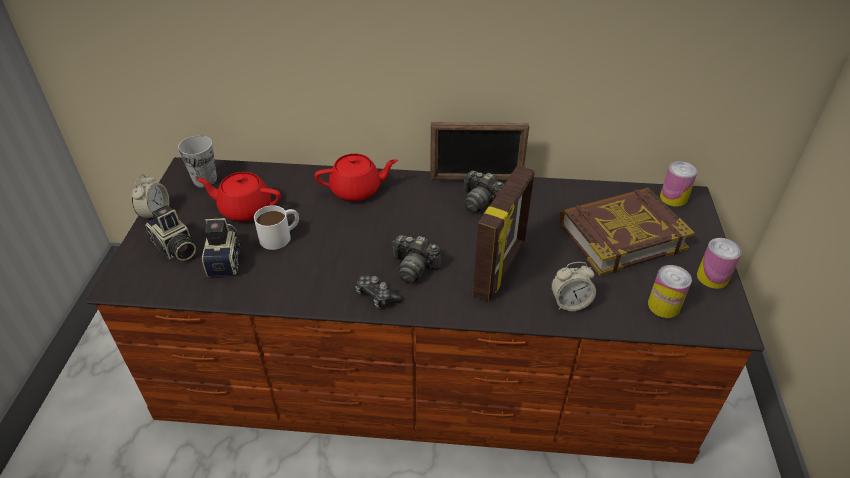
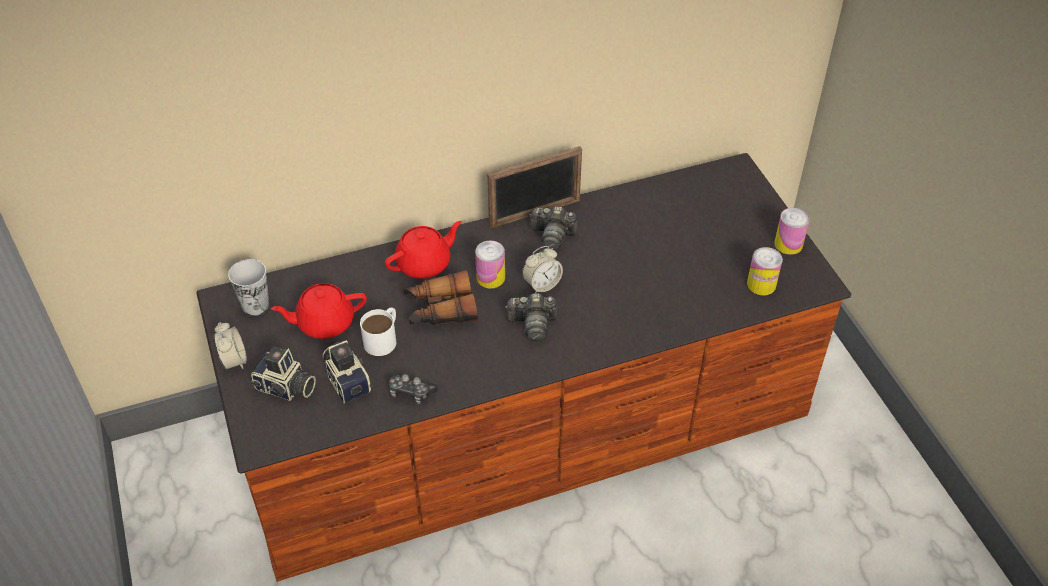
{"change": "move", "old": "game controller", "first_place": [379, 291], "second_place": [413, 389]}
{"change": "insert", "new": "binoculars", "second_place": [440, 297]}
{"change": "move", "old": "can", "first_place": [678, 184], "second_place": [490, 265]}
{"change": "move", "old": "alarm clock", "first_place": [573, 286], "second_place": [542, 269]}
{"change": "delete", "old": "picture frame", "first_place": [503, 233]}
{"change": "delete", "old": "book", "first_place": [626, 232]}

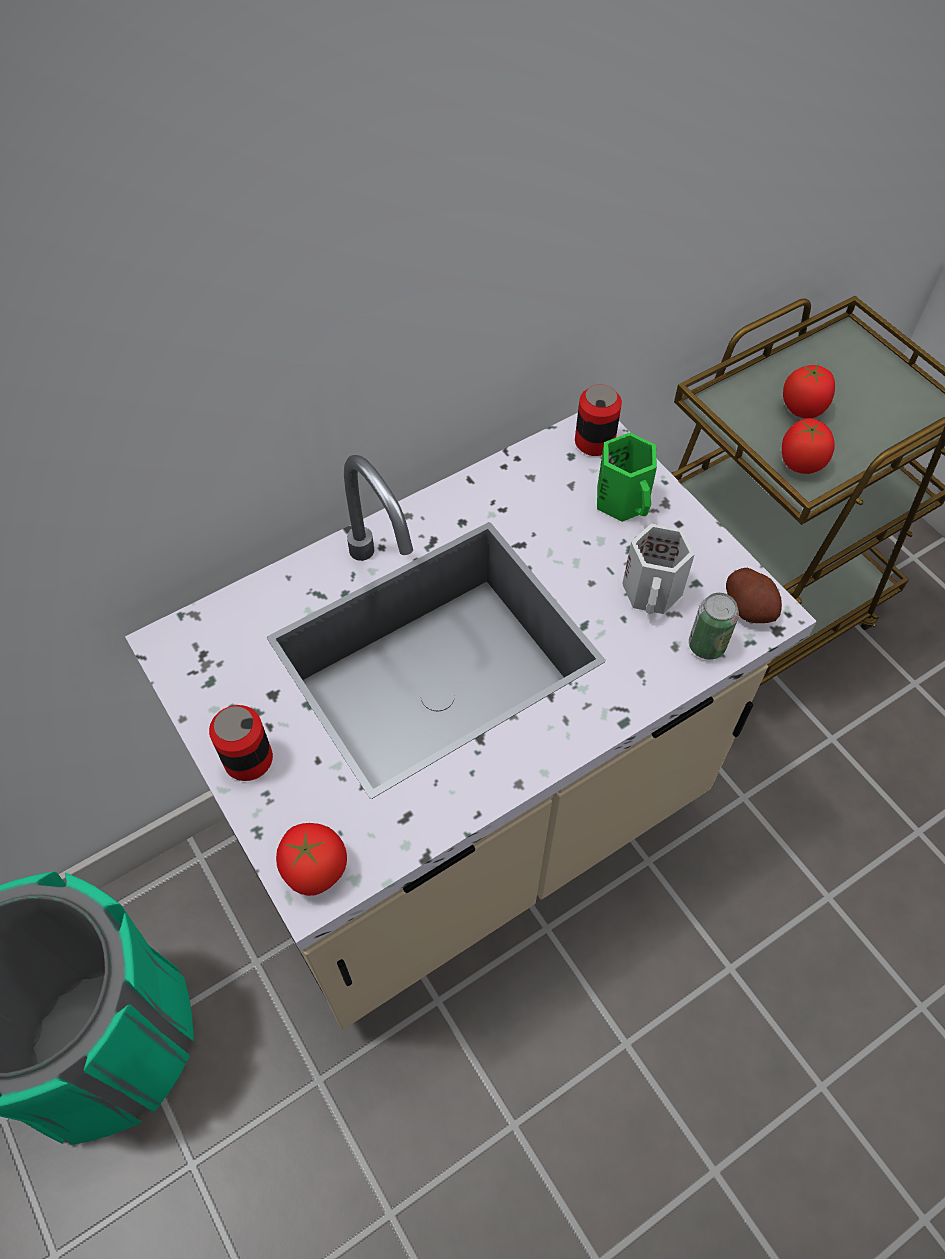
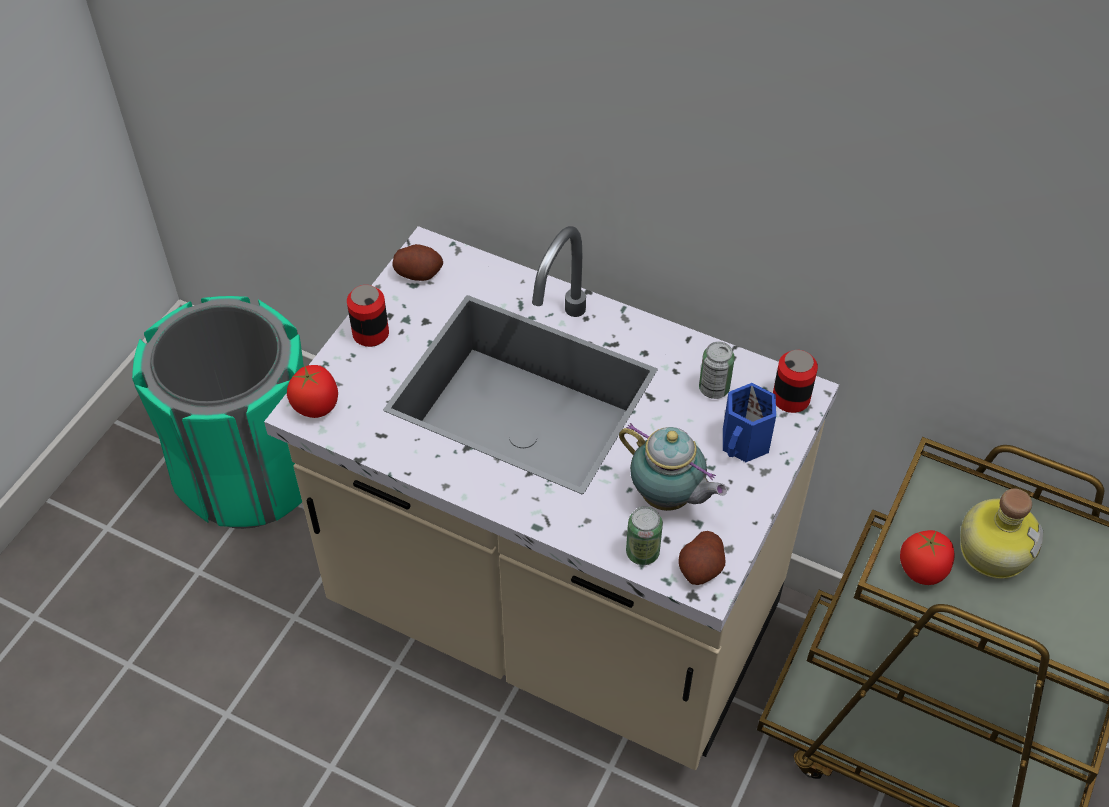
{"change": "insert", "new": "potato", "second_place": [418, 262]}
{"change": "replace", "old": "white mug", "new": "teapot", "first_place": [658, 569], "second_place": [673, 467]}
{"change": "insert", "new": "can", "second_place": [717, 370]}
{"change": "recolor", "old": "green mug", "new": "blue mug", "first_place": [627, 477], "second_place": [749, 422]}
{"change": "replace", "old": "tomato", "new": "bottle", "first_place": [809, 391], "second_place": [1001, 534]}

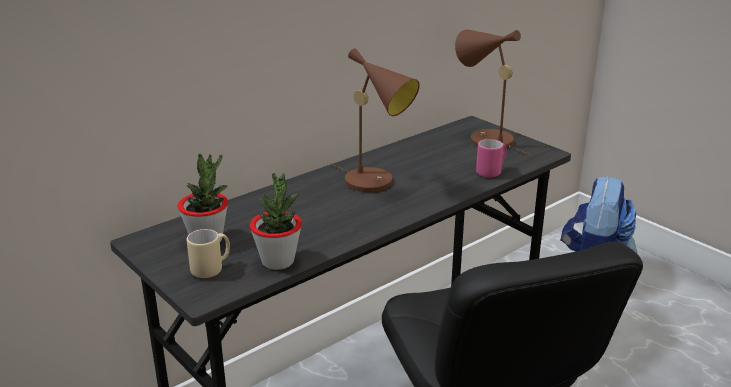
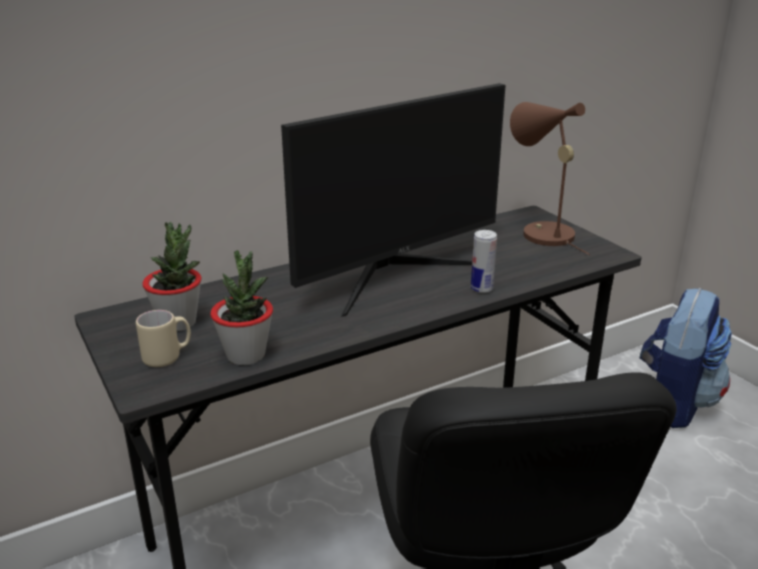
{"change": "replace", "old": "brown table lamp", "new": "monitor", "first_place": [375, 120], "second_place": [393, 200]}
{"change": "insert", "new": "can", "second_place": [484, 261]}
{"change": "delete", "old": "pink mug", "first_place": [491, 158]}

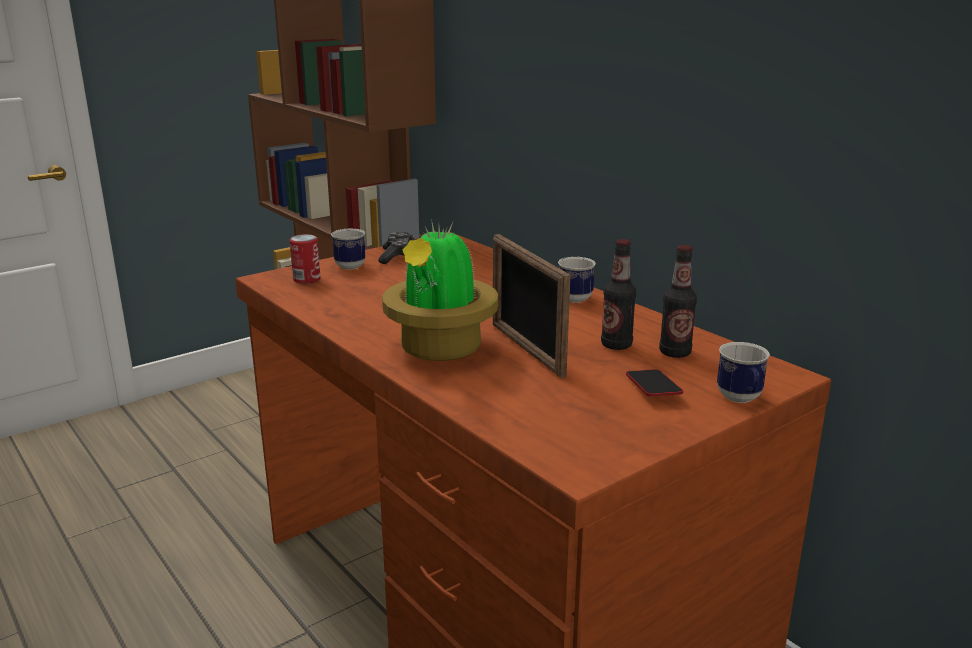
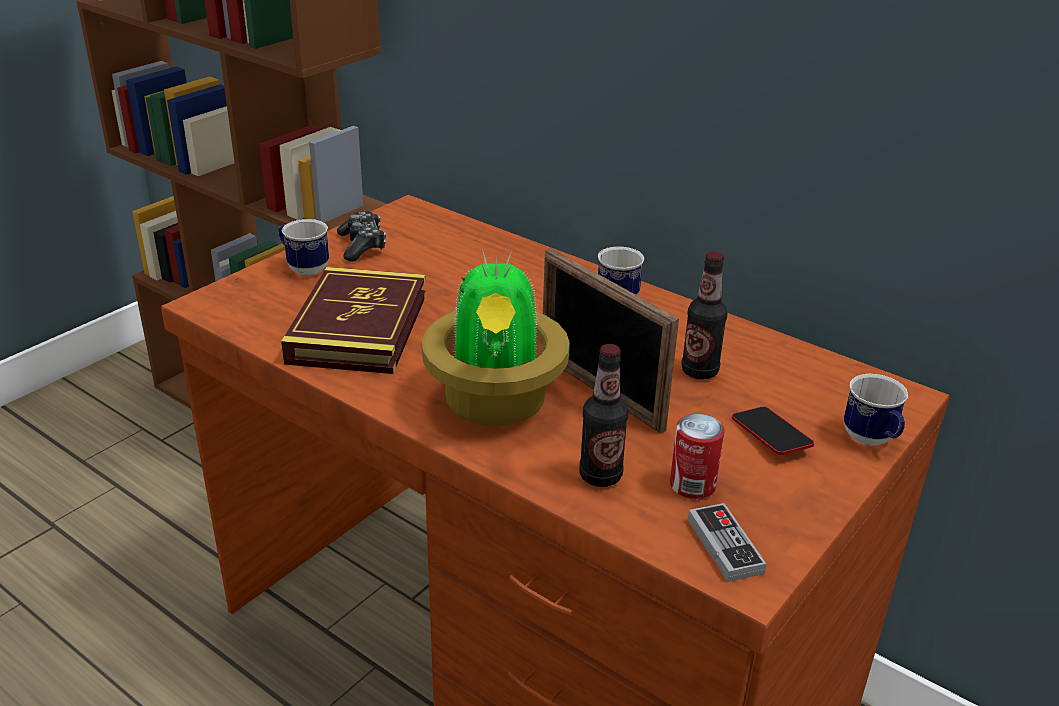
{"change": "insert", "new": "book", "second_place": [353, 320]}
{"change": "move", "old": "bottle", "first_place": [678, 301], "second_place": [603, 415]}
{"change": "move", "old": "can", "first_place": [304, 259], "second_place": [697, 456]}
{"change": "insert", "new": "game controller", "second_place": [727, 542]}

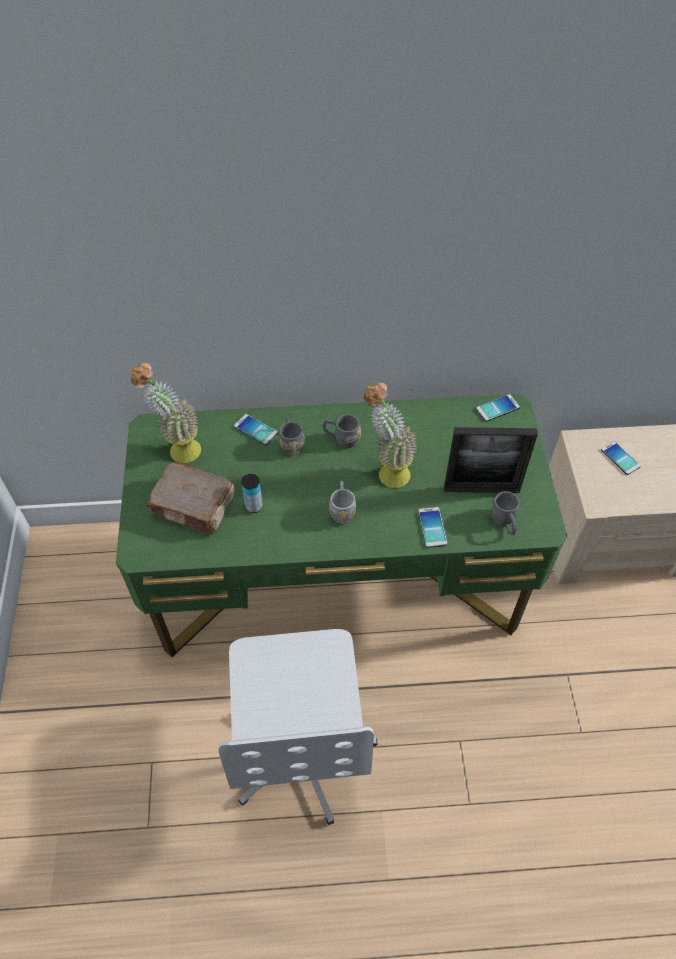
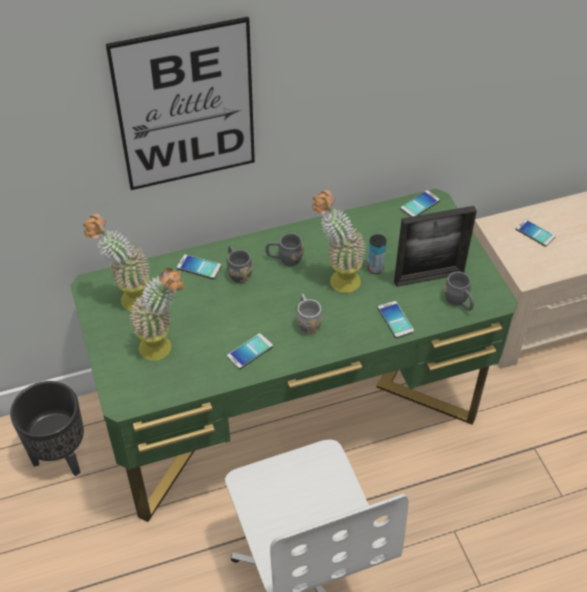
{"change": "insert", "new": "black planter", "second_place": [47, 428]}
{"change": "insert", "new": "picture", "second_place": [180, 103]}
{"change": "replace", "old": "brown book", "new": "potted plant", "first_place": [190, 498], "second_place": [157, 314]}
{"change": "insert", "new": "phone", "second_place": [250, 351]}
{"change": "move", "old": "can", "first_place": [252, 493], "second_place": [376, 254]}

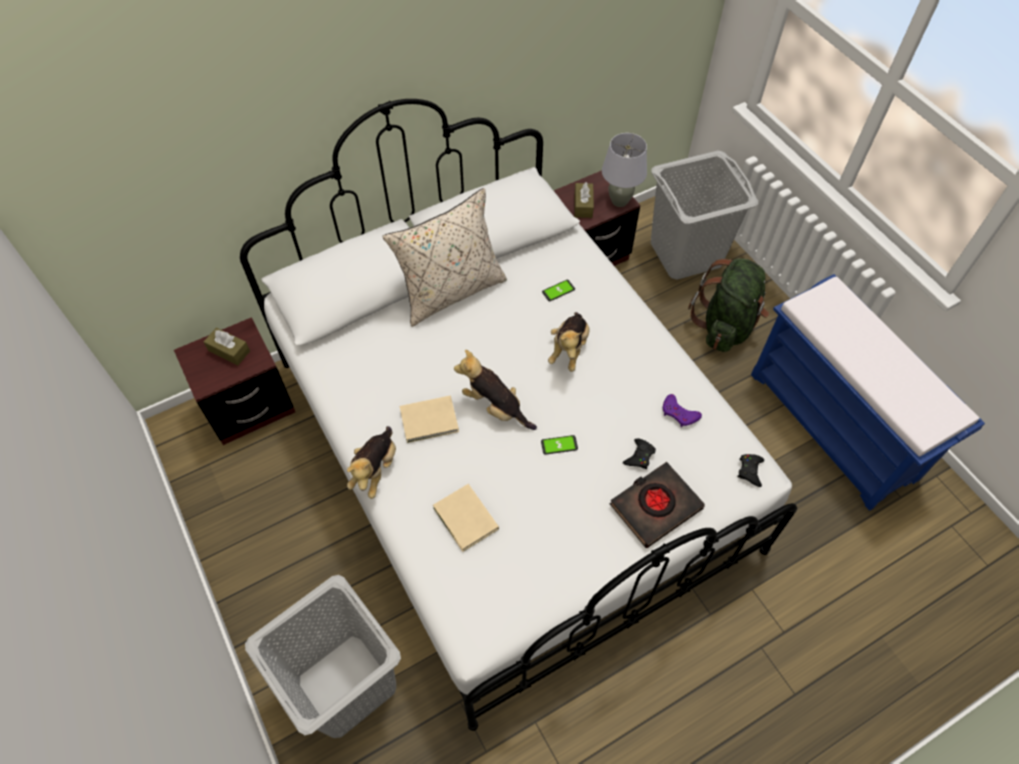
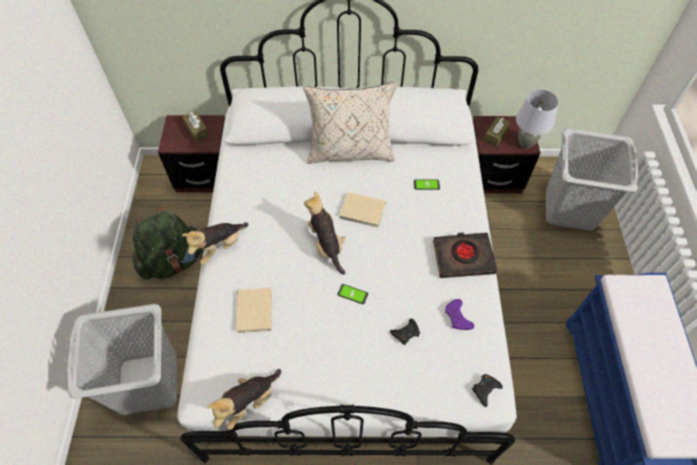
{"change": "move", "old": "green backpack", "first_place": [728, 305], "second_place": [168, 243]}
{"change": "move", "old": "plush toy", "first_place": [568, 342], "second_place": [244, 399]}
{"change": "move", "old": "beige book", "first_place": [429, 419], "second_place": [362, 210]}
{"change": "move", "old": "black book", "first_place": [657, 505], "second_place": [465, 255]}

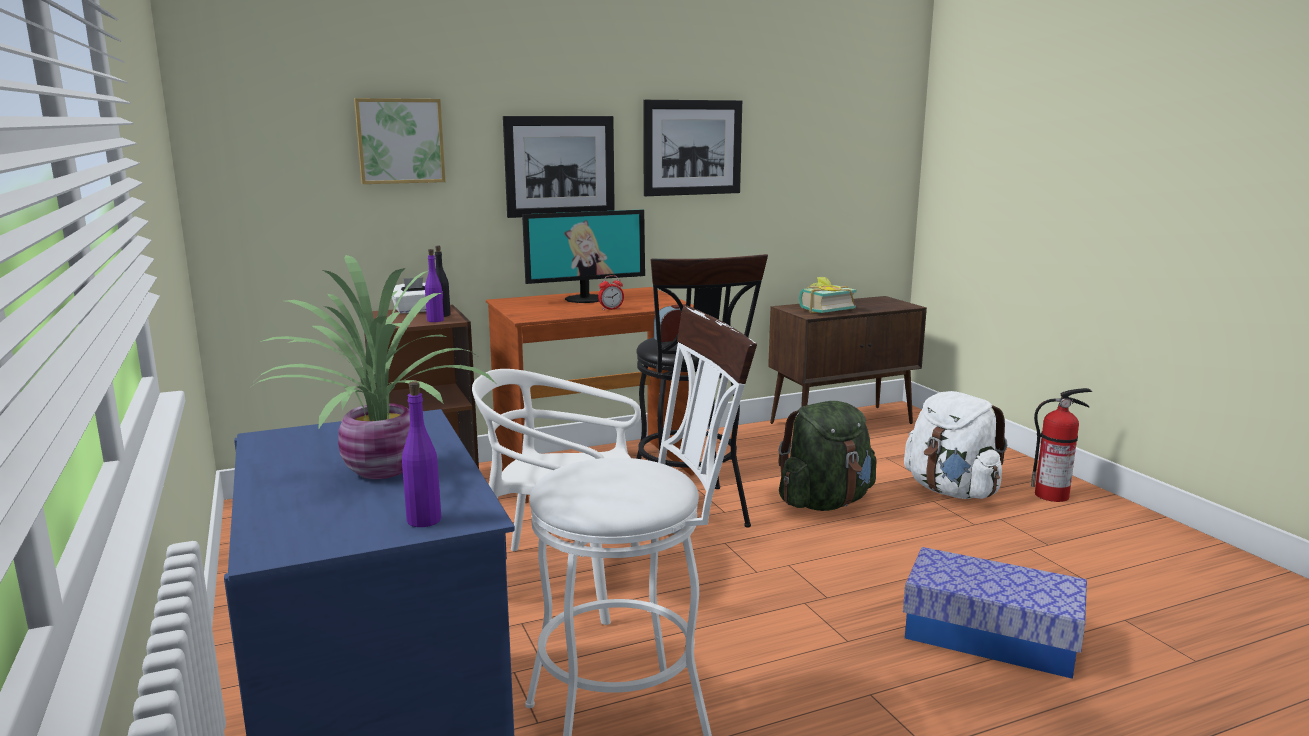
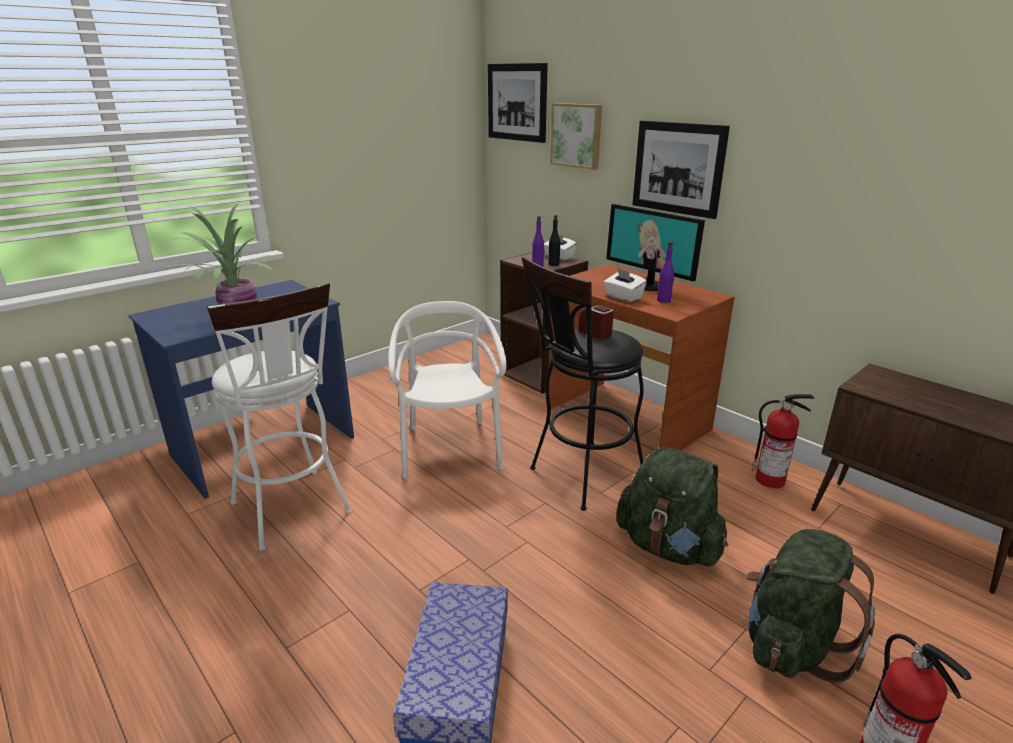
{"change": "move", "old": "picture", "first_place": [692, 148], "second_place": [518, 103]}
{"change": "replace", "old": "alarm clock", "new": "white tissue box", "first_place": [611, 292], "second_place": [625, 285]}
{"change": "move", "old": "purple bottle", "first_place": [421, 454], "second_place": [665, 272]}
{"change": "recolor", "old": "white backpack", "new": "green backpack", "first_place": [955, 445], "second_place": [811, 606]}
{"change": "insert", "new": "fire extinguisher", "second_place": [783, 441]}
{"change": "delete", "old": "book", "first_place": [828, 295]}

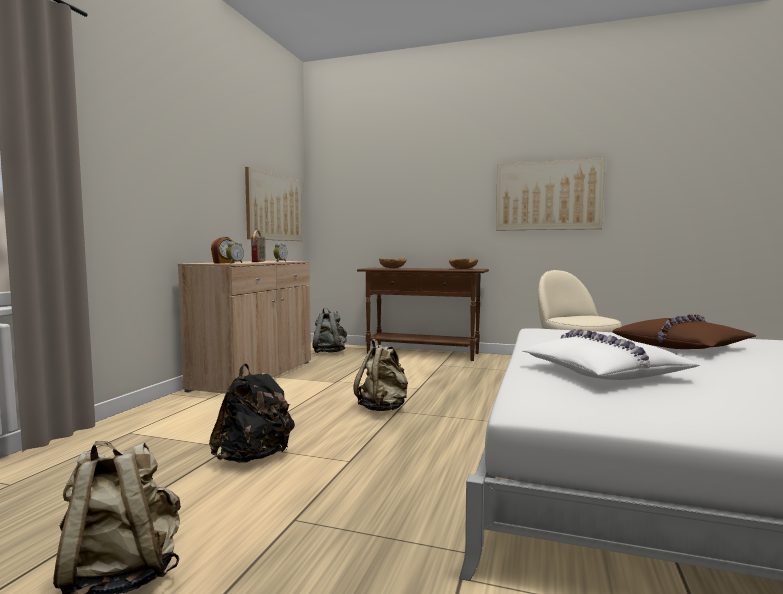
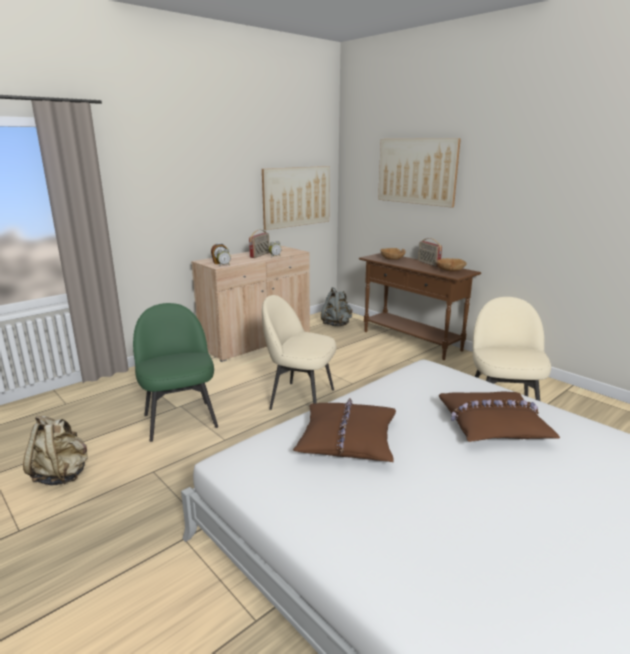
{"change": "replace", "old": "black backpack", "new": "green chair", "first_place": [252, 413], "second_place": [175, 372]}
{"change": "replace", "old": "beige backpack", "new": "beige chair", "first_place": [380, 375], "second_place": [299, 352]}
{"change": "recolor", "old": "white pillow", "new": "brown pillow", "first_place": [610, 354], "second_place": [344, 430]}
{"change": "move", "old": "picture", "first_place": [550, 194], "second_place": [419, 172]}
{"change": "insert", "new": "radio", "second_place": [430, 252]}

